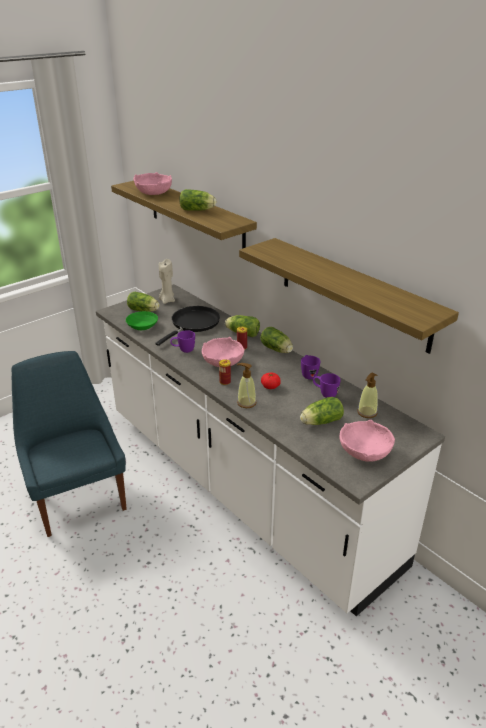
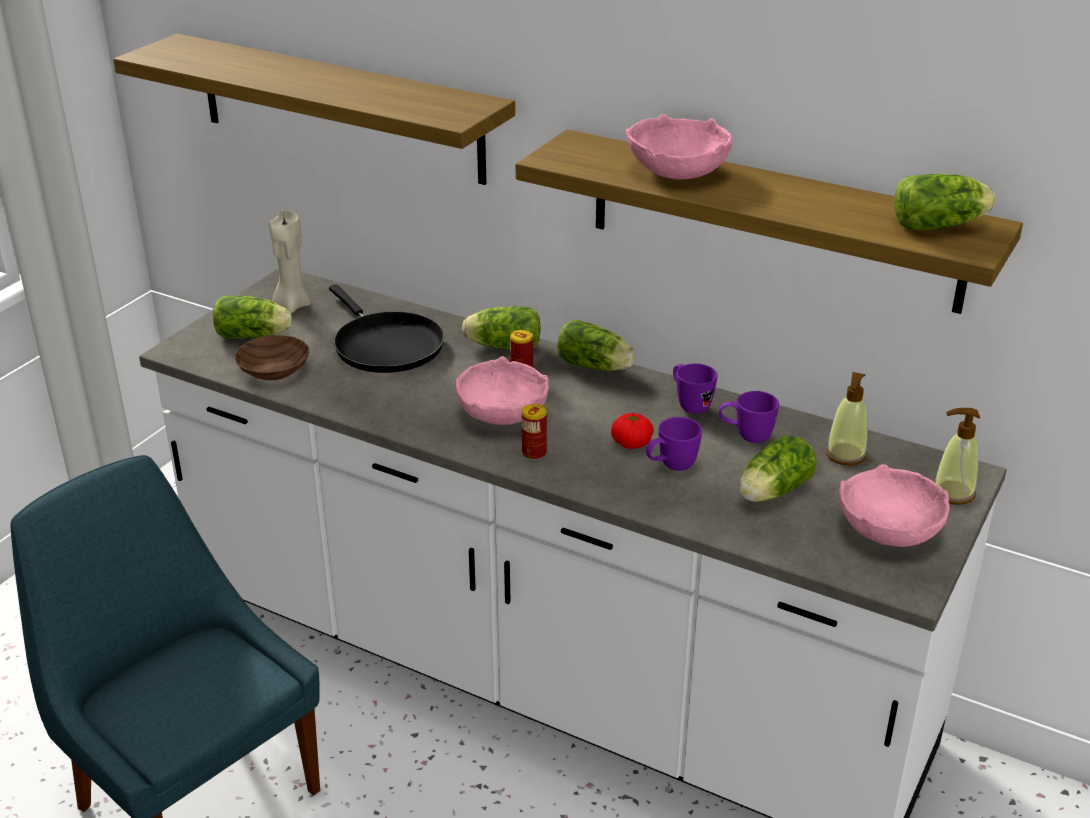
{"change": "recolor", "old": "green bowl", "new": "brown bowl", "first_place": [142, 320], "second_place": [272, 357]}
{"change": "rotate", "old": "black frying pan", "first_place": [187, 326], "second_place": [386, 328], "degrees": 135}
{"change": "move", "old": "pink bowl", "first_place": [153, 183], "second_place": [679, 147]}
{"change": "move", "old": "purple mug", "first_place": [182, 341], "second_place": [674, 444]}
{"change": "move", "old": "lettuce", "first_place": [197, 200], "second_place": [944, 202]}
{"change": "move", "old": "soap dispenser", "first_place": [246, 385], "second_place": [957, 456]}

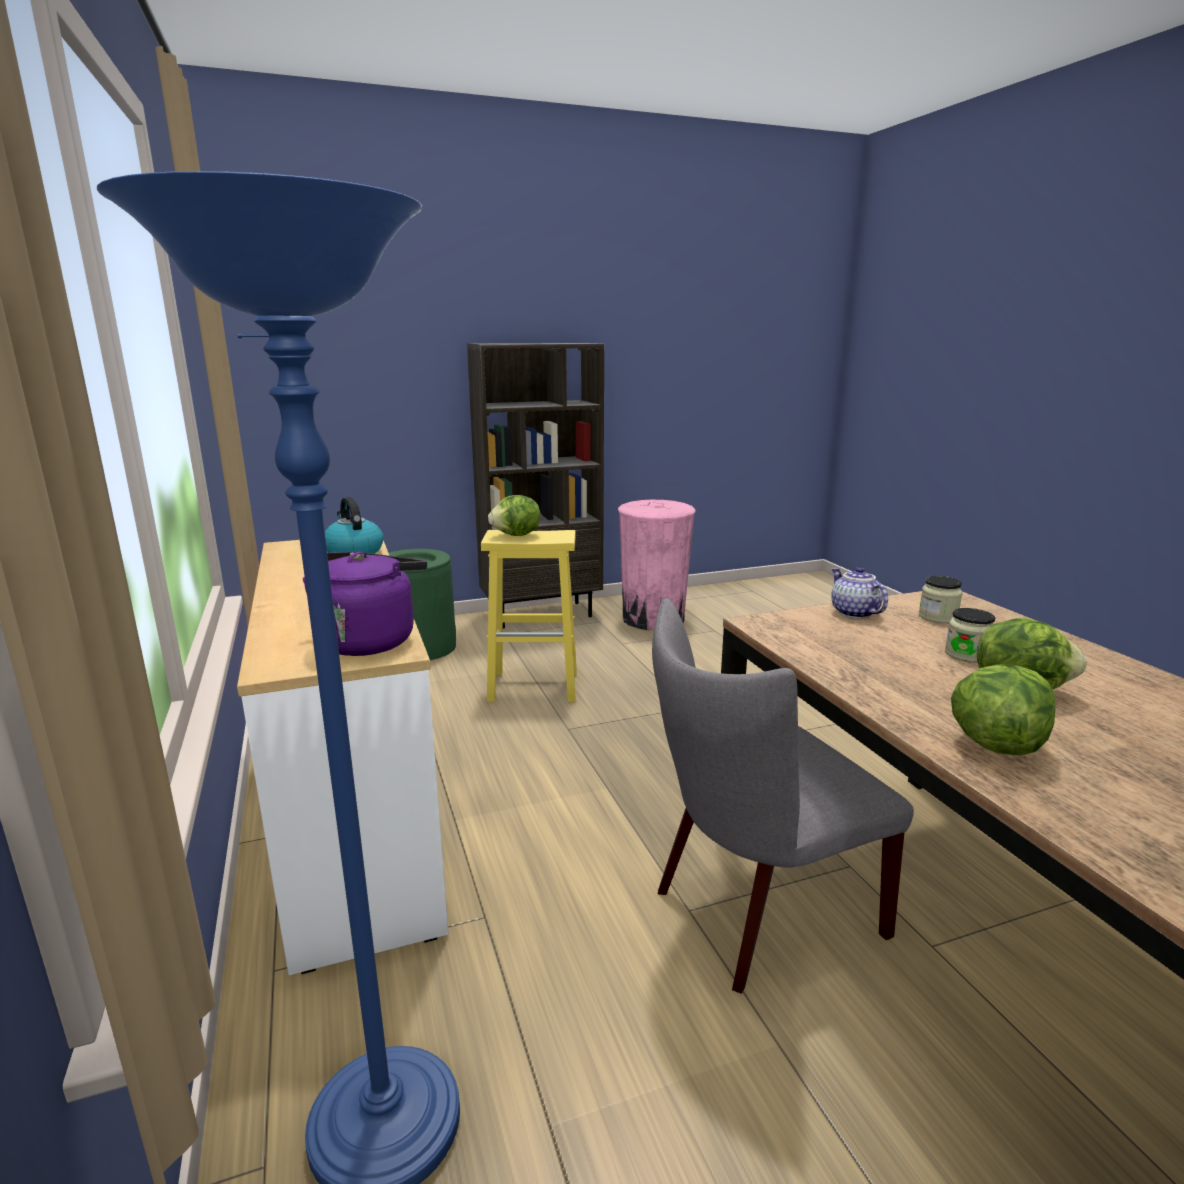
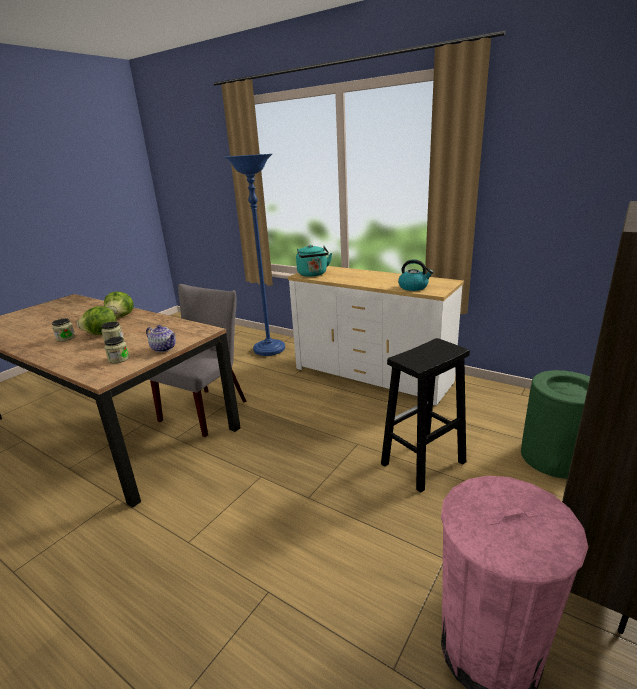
{"change": "insert", "new": "jar", "second_place": [63, 330]}
{"change": "recolor", "old": "purple kettle", "new": "turquoise kettle", "first_place": [364, 604], "second_place": [314, 261]}
{"change": "recolor", "old": "yellow stool", "new": "black stool", "first_place": [529, 616], "second_place": [425, 415]}
{"change": "delete", "old": "lettuce", "first_place": [514, 515]}

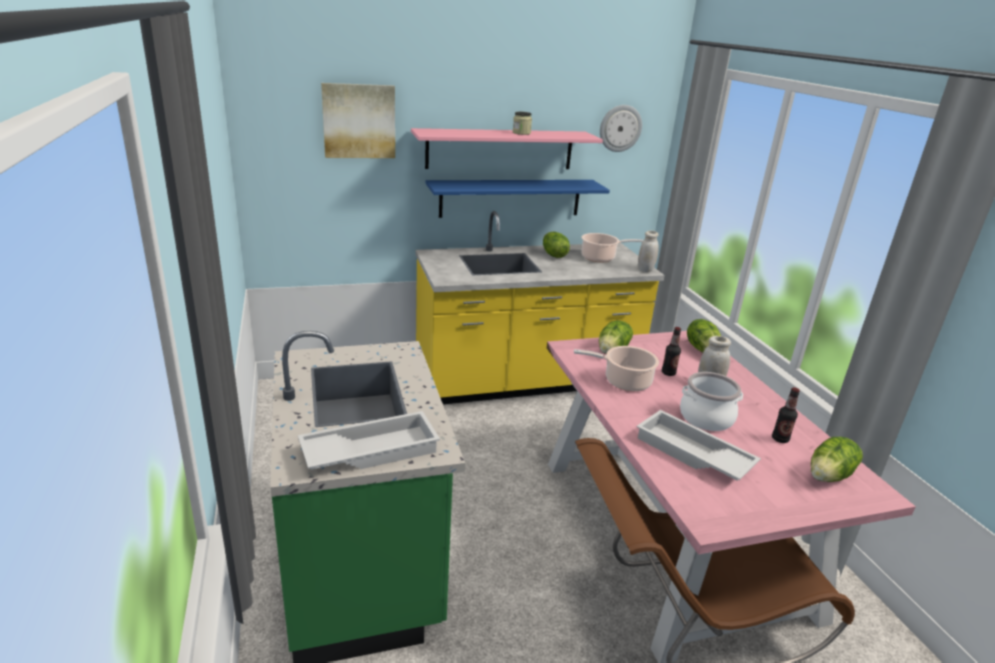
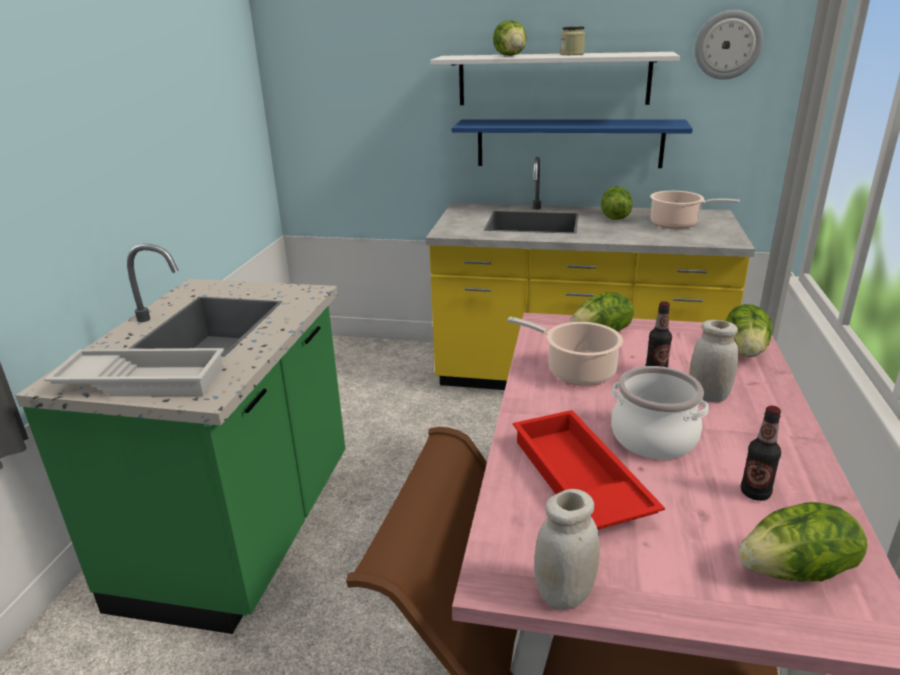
{"change": "recolor", "old": "pink shelf", "new": "white shelf", "first_place": [507, 148], "second_place": [555, 78]}
{"change": "insert", "new": "lettuce", "second_place": [510, 38]}
{"change": "recolor", "old": "white tray", "new": "red tray", "first_place": [699, 445], "second_place": [589, 470]}
{"change": "move", "old": "white jar", "first_place": [648, 251], "second_place": [567, 549]}
{"change": "delete", "old": "picture", "first_place": [358, 120]}

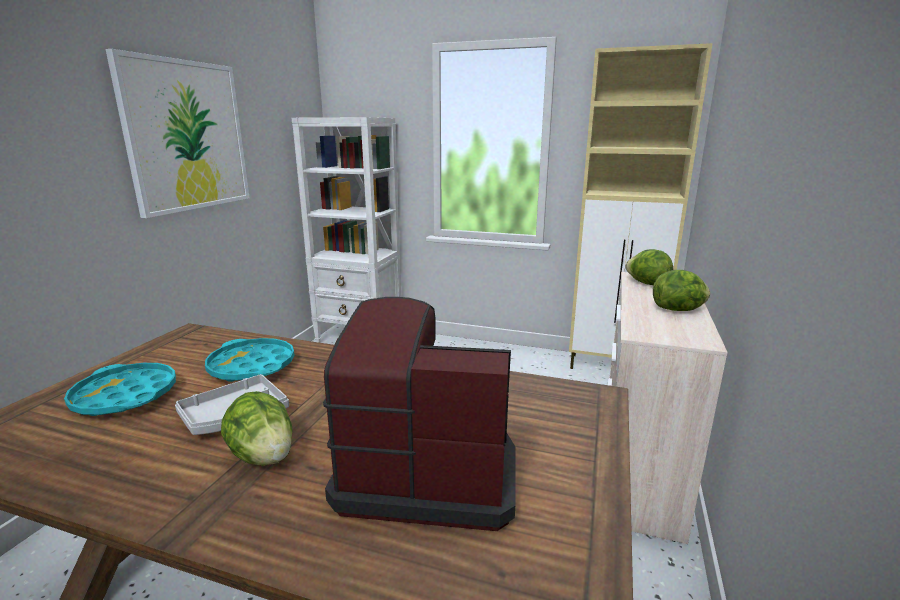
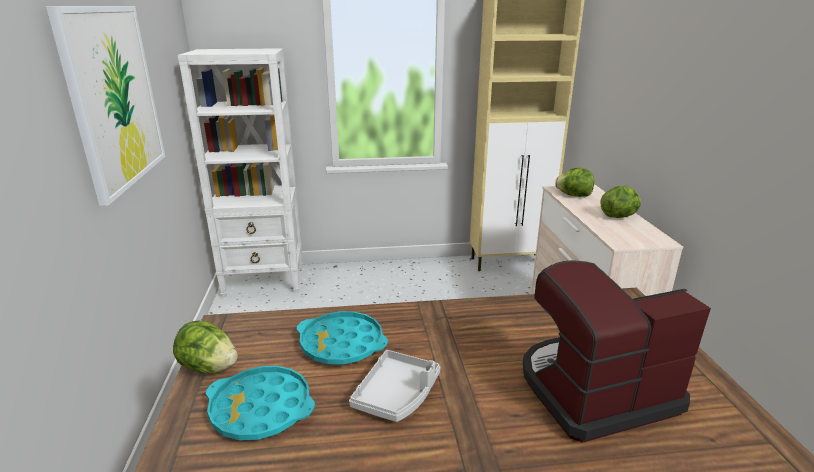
{"change": "move", "old": "lettuce", "first_place": [256, 428], "second_place": [205, 347]}

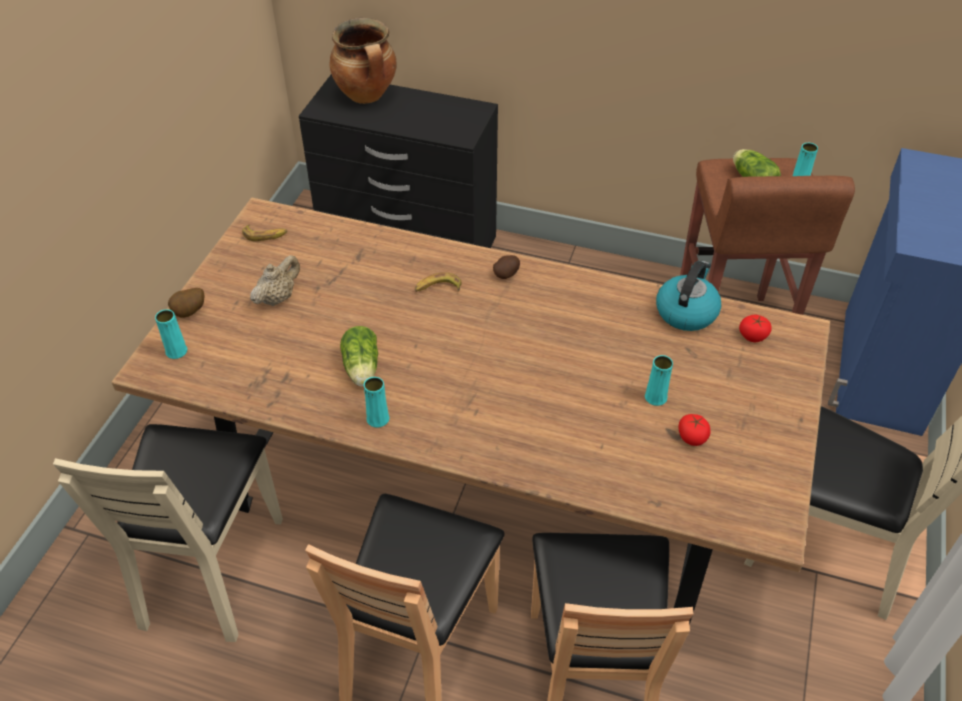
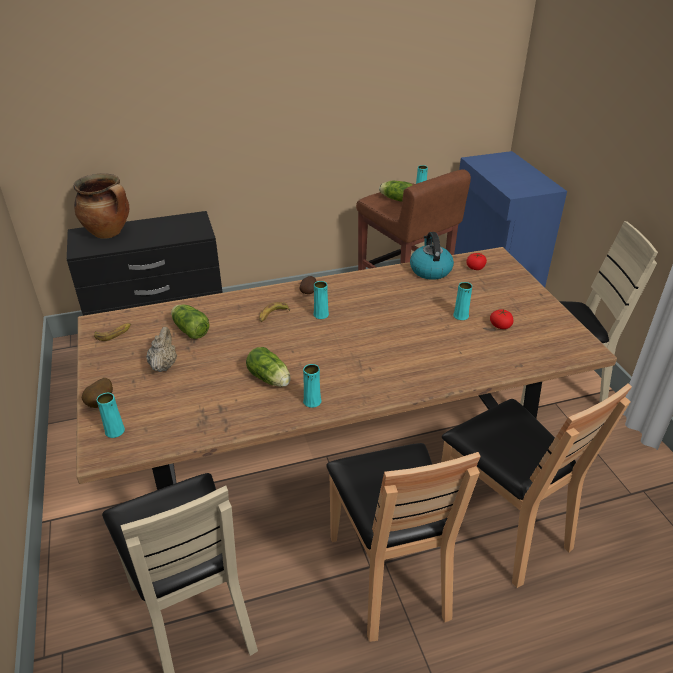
{"change": "insert", "new": "lettuce", "second_place": [190, 321]}
{"change": "insert", "new": "turquoise vase", "second_place": [321, 300]}

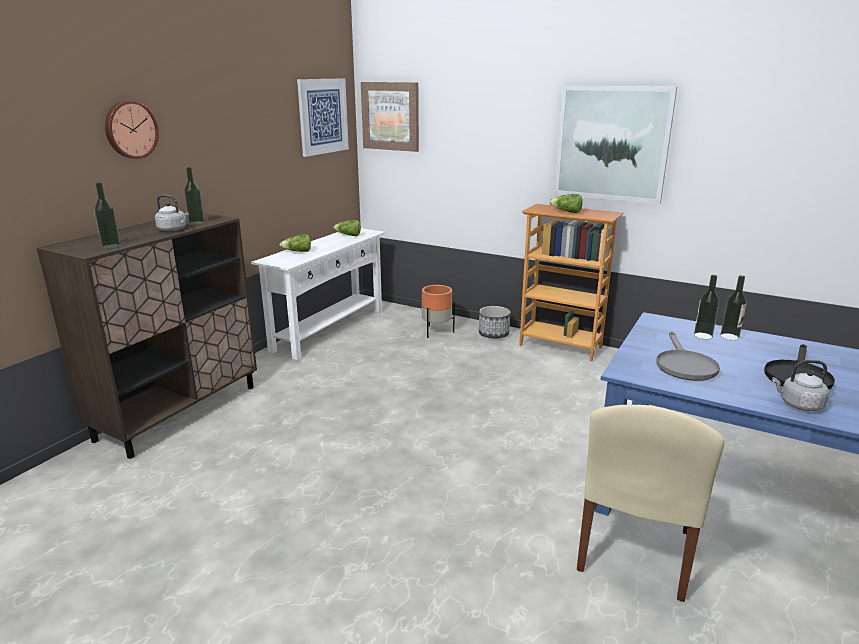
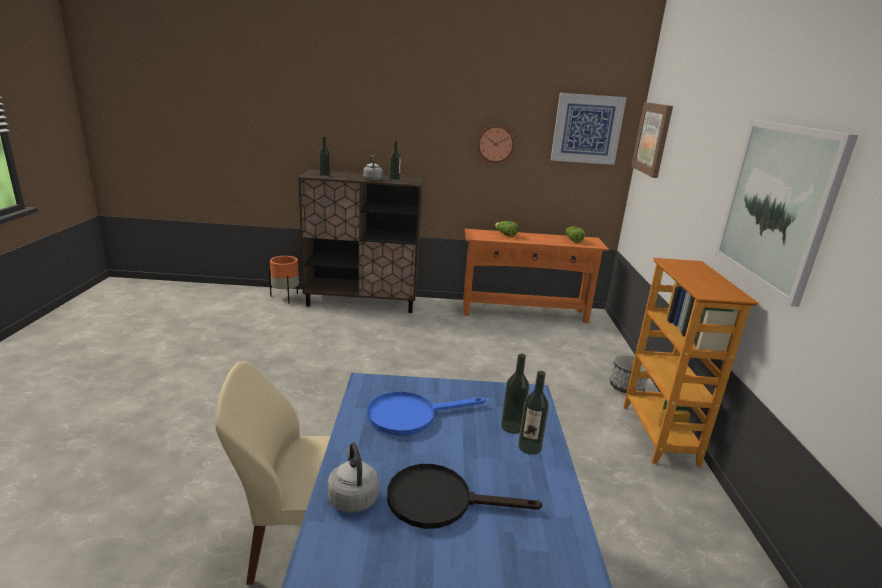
{"change": "move", "old": "orange planter", "first_place": [438, 311], "second_place": [284, 280]}
{"change": "recolor", "old": "grey frying pan", "new": "blue frying pan", "first_place": [688, 356], "second_place": [426, 413]}
{"change": "recolor", "old": "white console table", "new": "orange console table", "first_place": [318, 294], "second_place": [536, 276]}
{"change": "move", "old": "wall clock", "first_place": [132, 130], "second_place": [496, 144]}
{"change": "delete", "old": "lettuce", "first_place": [566, 203]}

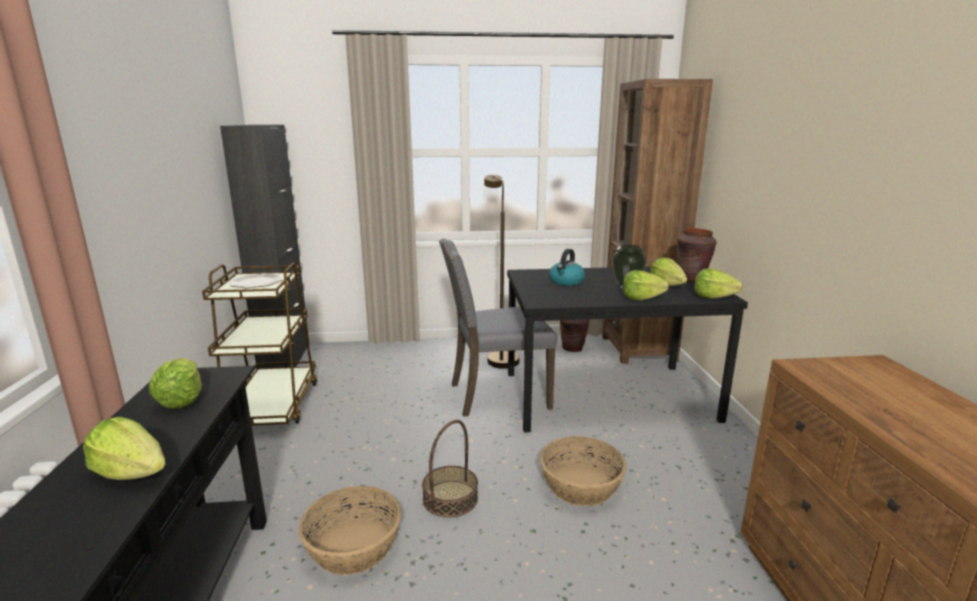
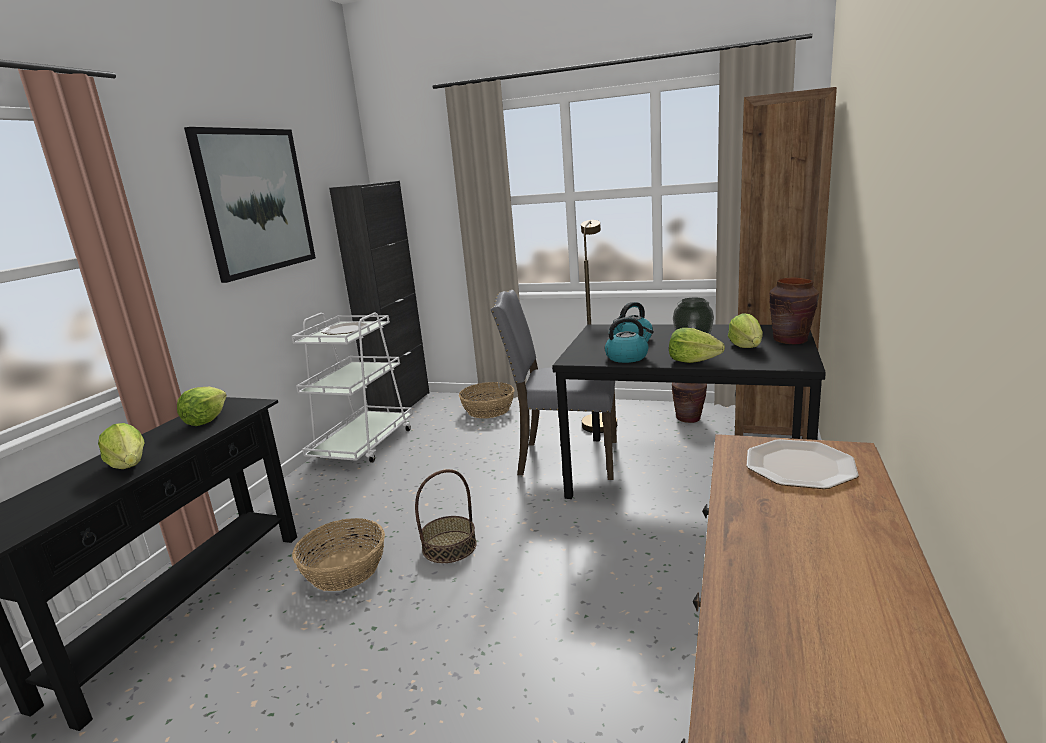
{"change": "insert", "new": "picture", "second_place": [250, 205]}
{"change": "recolor", "old": "brown cart", "new": "white cart", "first_place": [260, 344], "second_place": [352, 387]}
{"change": "move", "old": "basket", "first_place": [583, 471], "second_place": [486, 400]}
{"change": "insert", "new": "kettle", "second_place": [629, 340]}
{"change": "insert", "new": "plate", "second_place": [803, 464]}
{"change": "delete", "old": "lettuce", "first_place": [718, 283]}

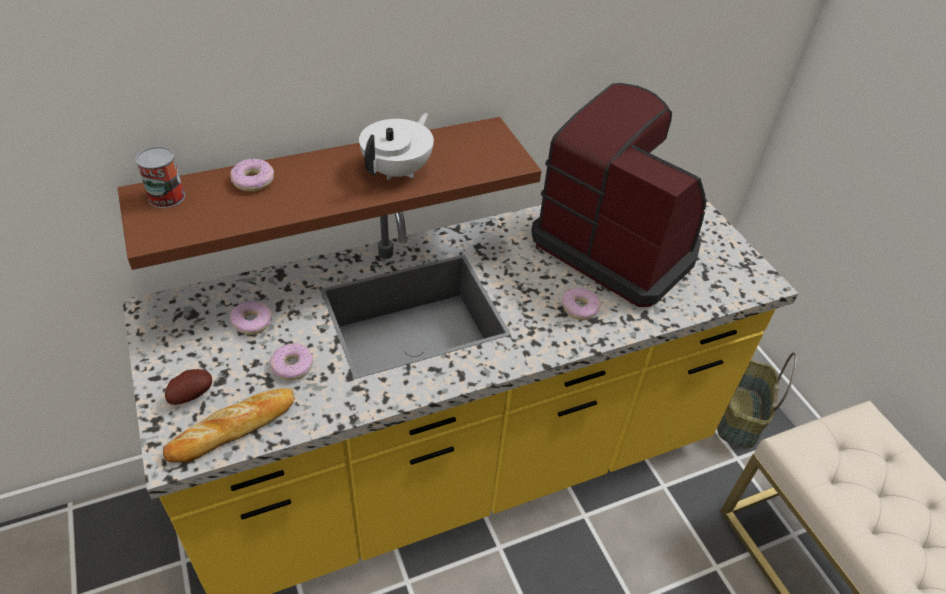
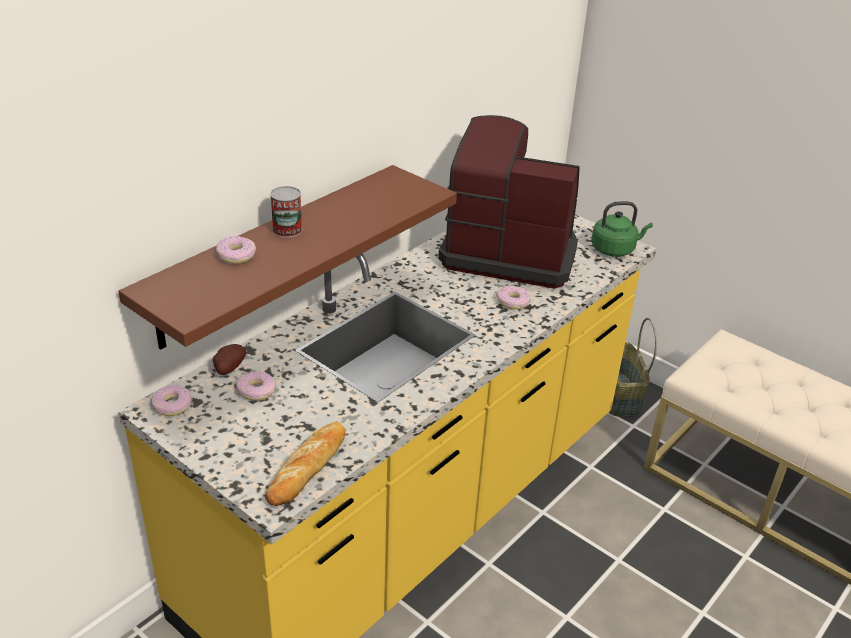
{"change": "move", "old": "donut", "first_place": [291, 361], "second_place": [171, 400]}
{"change": "move", "old": "potato", "first_place": [188, 387], "second_place": [229, 359]}
{"change": "move", "old": "can", "first_place": [160, 177], "second_place": [286, 212]}
{"change": "insert", "new": "green kettle", "second_place": [622, 229]}
{"change": "delete", "old": "white teapot", "first_place": [396, 146]}

